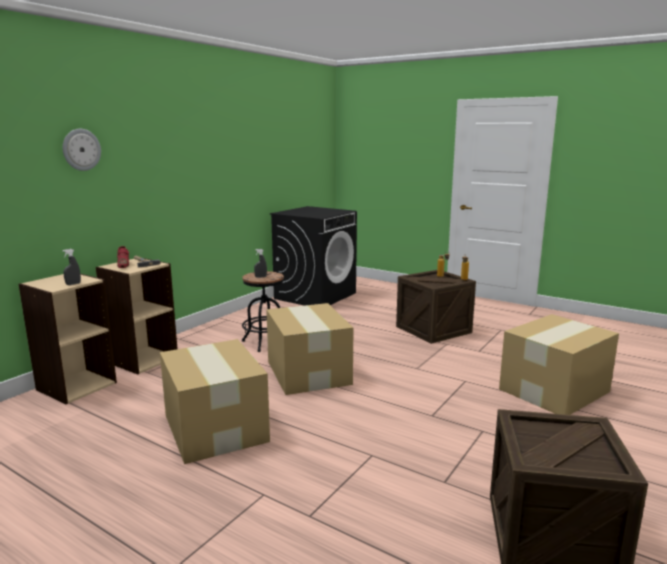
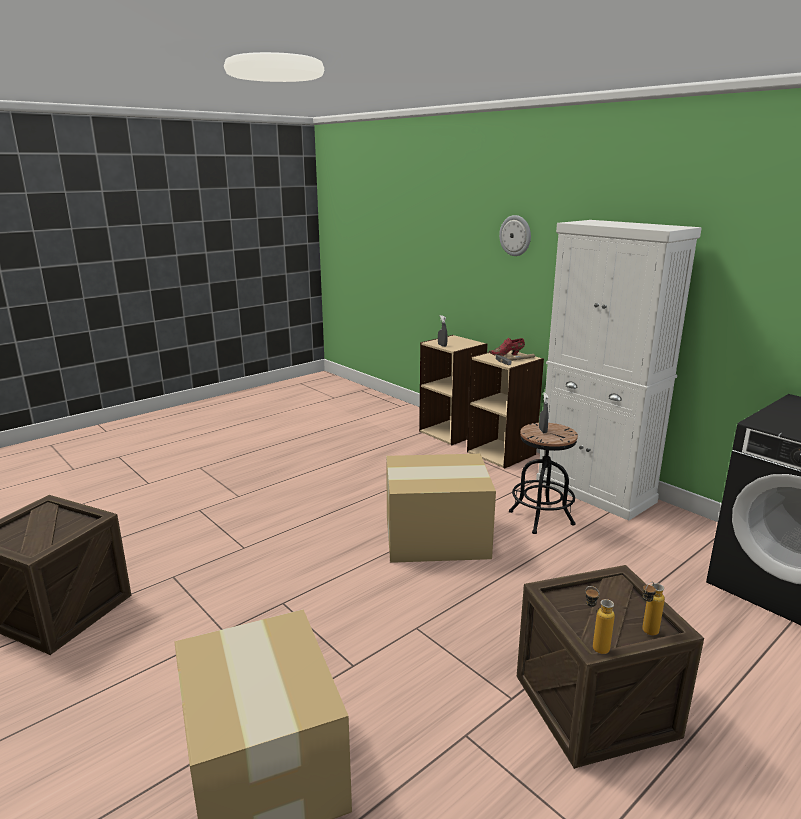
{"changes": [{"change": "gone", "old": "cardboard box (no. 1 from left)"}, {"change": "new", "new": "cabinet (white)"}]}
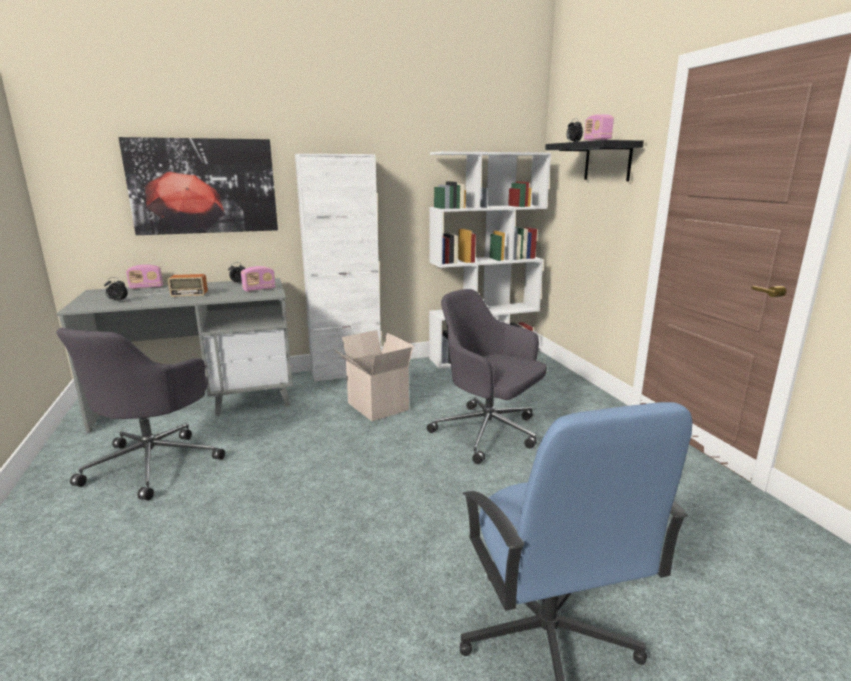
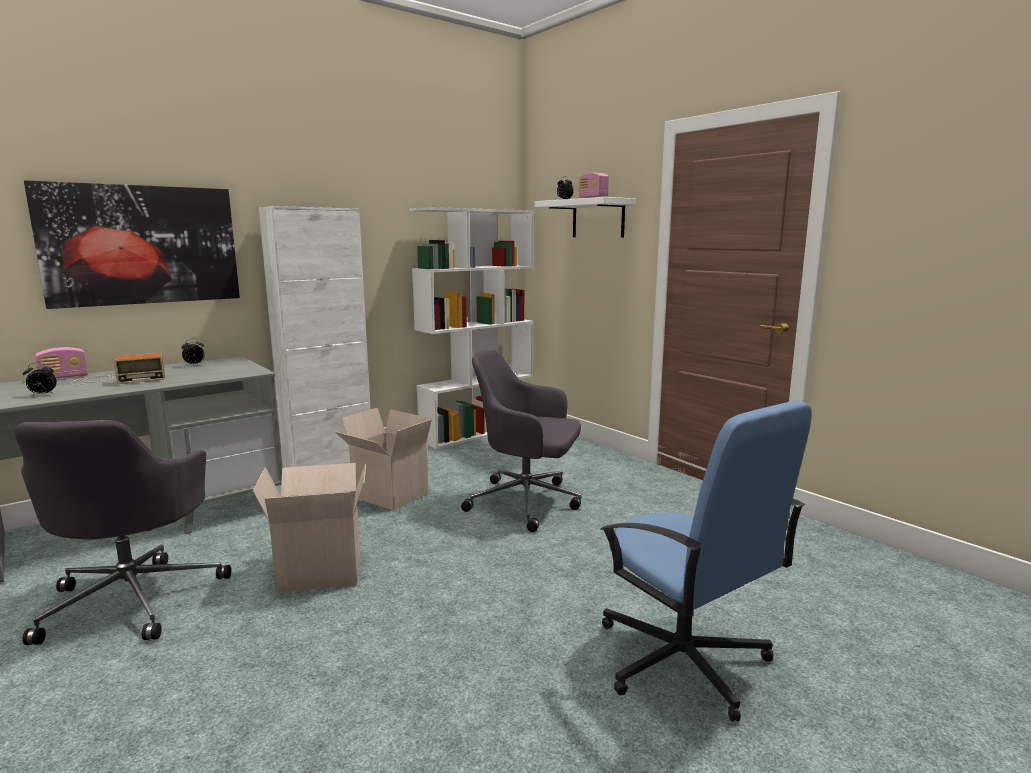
{"changes": [{"change": "repainted", "old": "shelf (black)", "new": "shelf (white)"}, {"change": "gone", "old": "radio (no. 3 from left)"}, {"change": "new", "new": "cardboard box (no. 1 from left)"}]}
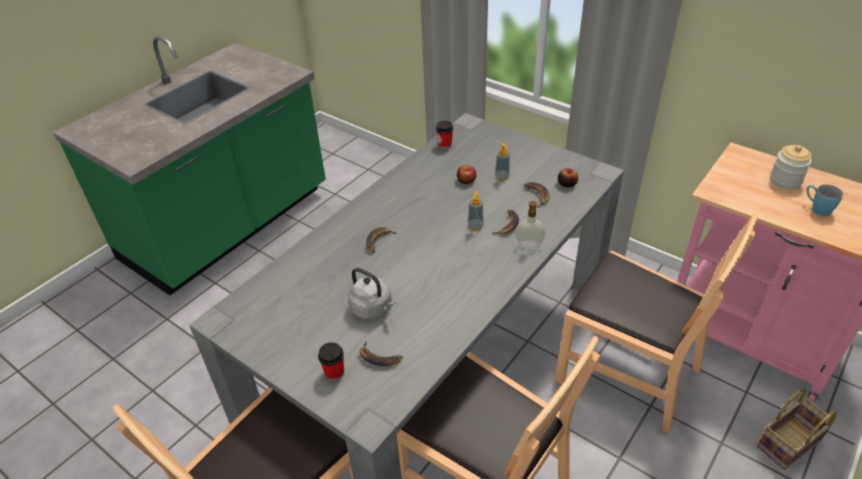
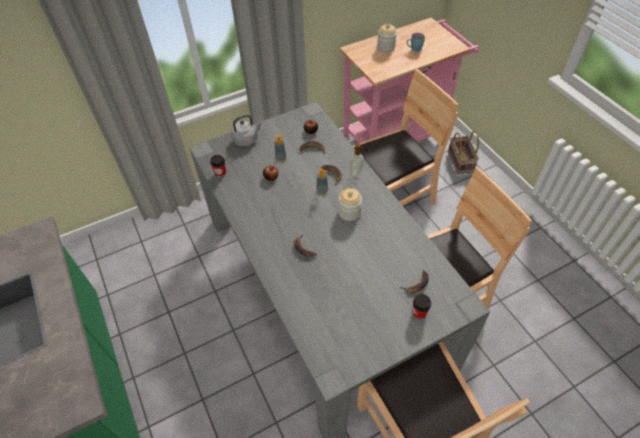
{"changes": [{"change": "shifted", "old": "kettle (grey)"}, {"change": "new", "new": "jar (no. 1 from left)"}]}
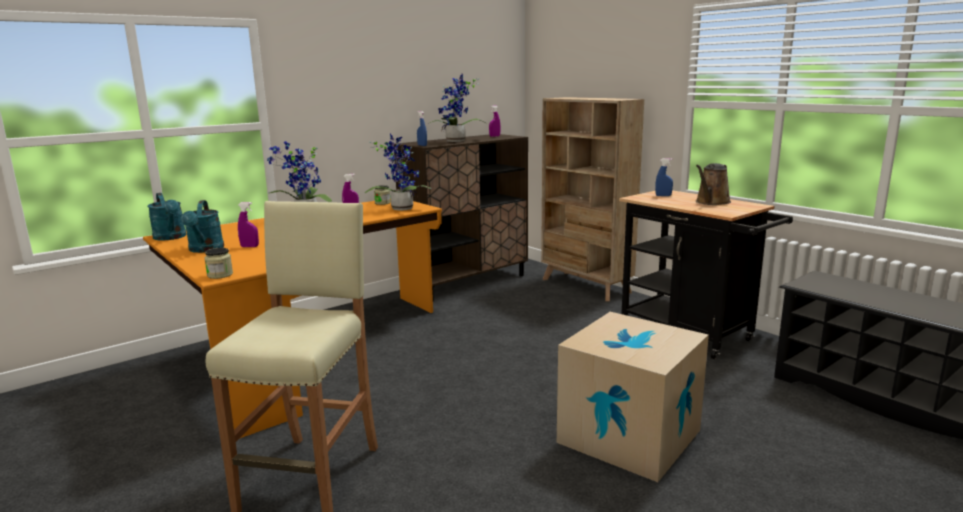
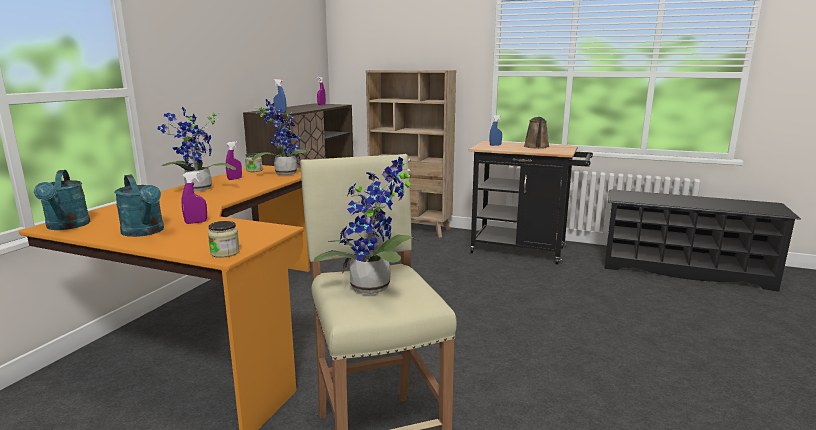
{"changes": [{"change": "shifted", "old": "potted plant (no. 3 from left)"}, {"change": "rotated", "old": "watering can (turquoise) (no. 1 from left)", "degrees": 45}, {"change": "gone", "old": "cardboard box"}]}
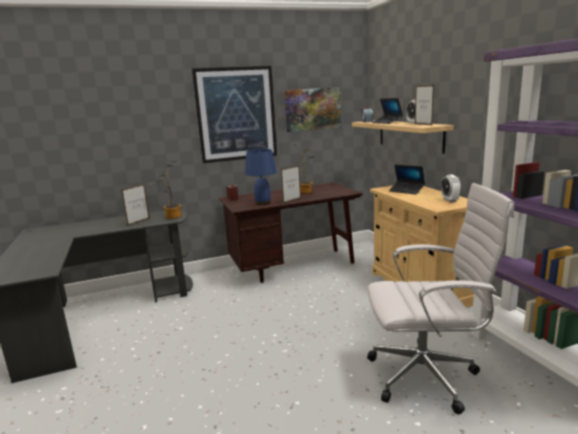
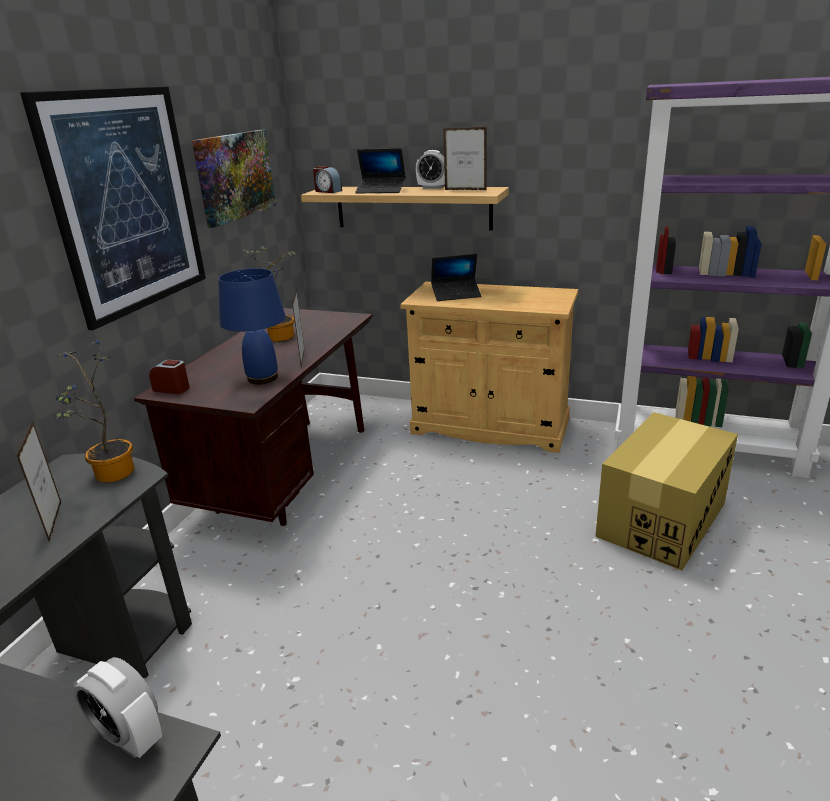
{"changes": [{"change": "shifted", "old": "alarm clock (no. 4 from left in the first image)", "new": "alarm clock (no. 1 from left)"}, {"change": "swapped", "old": "office chair (white)", "new": "cardboard box"}]}
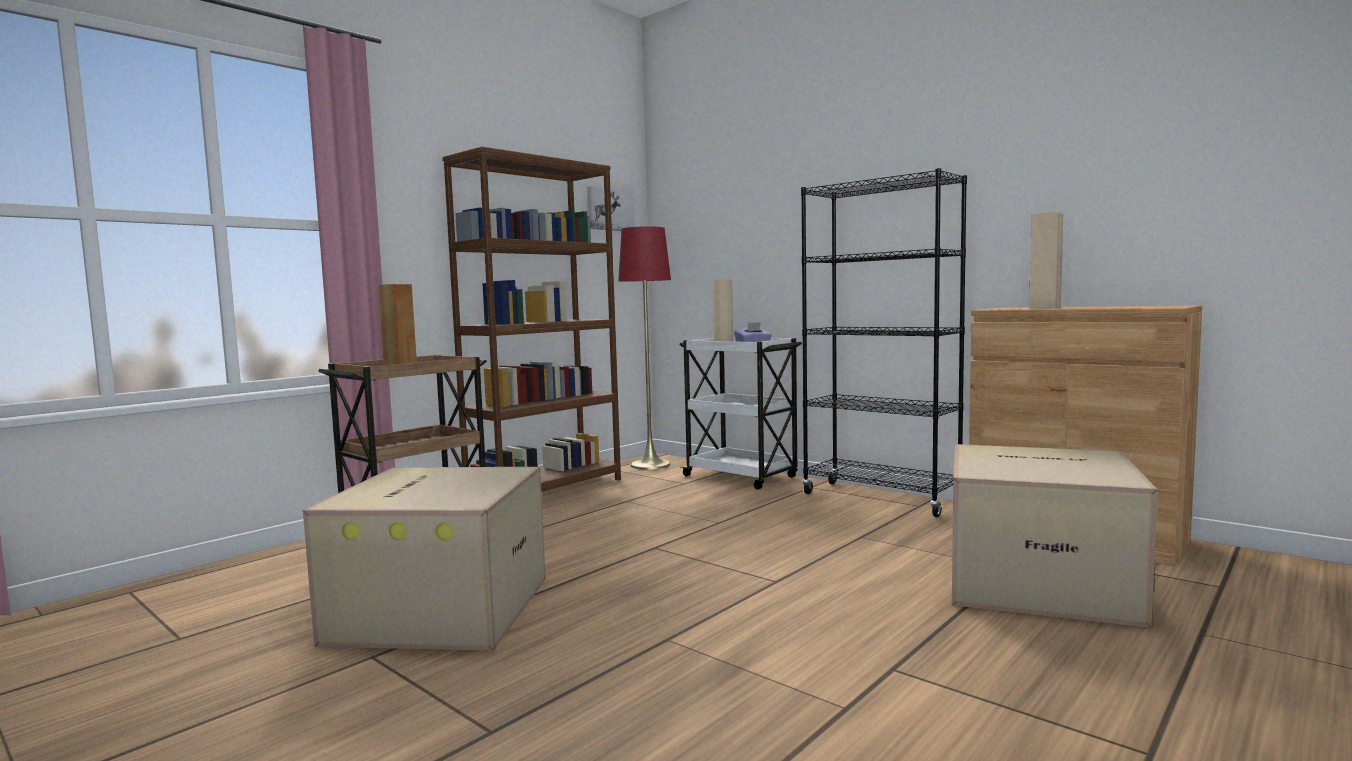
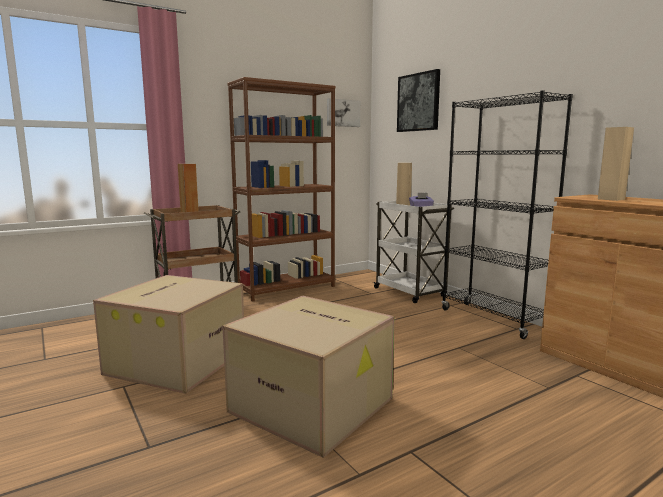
{"changes": [{"change": "gone", "old": "floor lamp (red)"}, {"change": "shifted", "old": "cardboard box (no. 2 from left)"}, {"change": "new", "new": "picture (no. 2 from left)"}]}
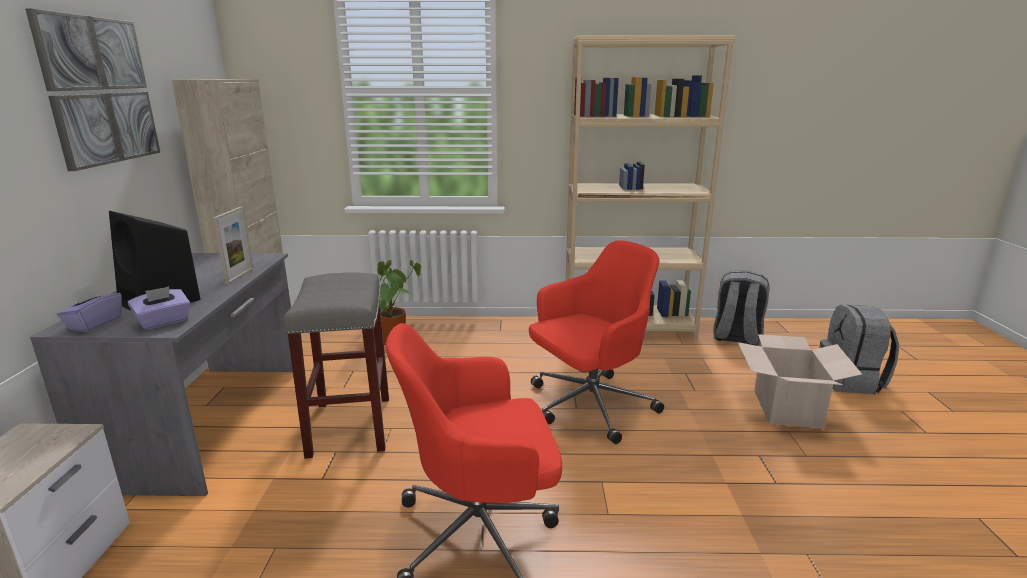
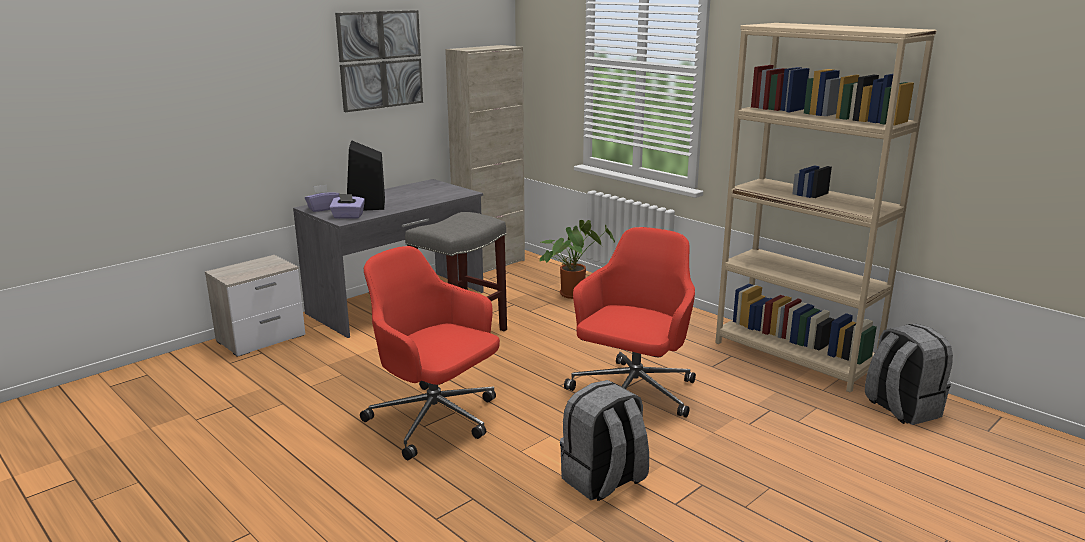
{"changes": [{"change": "gone", "old": "picture frame"}, {"change": "rotated", "old": "office chair (red) (no. 2 from left)", "degrees": -75}, {"change": "shifted", "old": "backpack (grey) (no. 2 from left in the first image)", "new": "backpack (grey) (no. 1 from left)"}, {"change": "gone", "old": "cardboard box"}]}
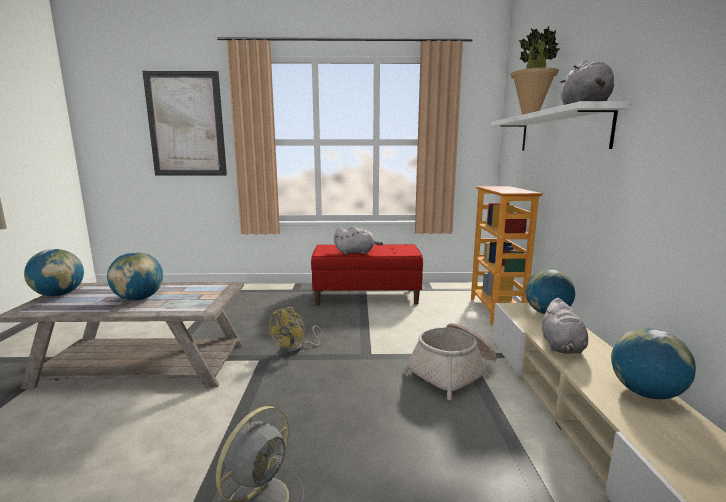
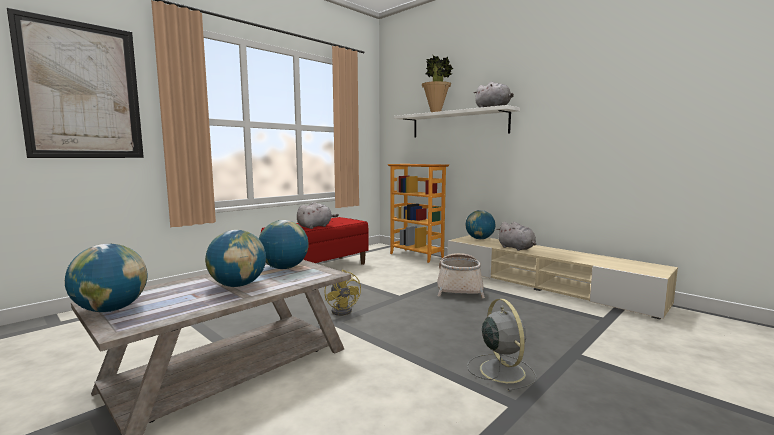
{"changes": [{"change": "shifted", "old": "globe (no. 4 from left in the first image)", "new": "globe (no. 3 from left)"}]}
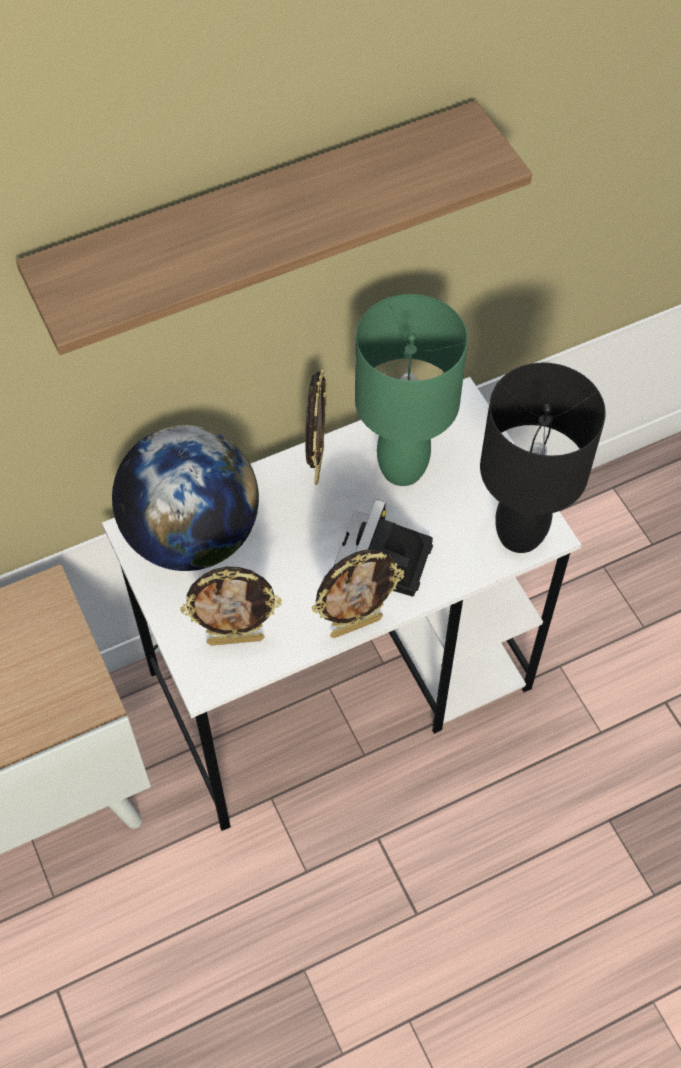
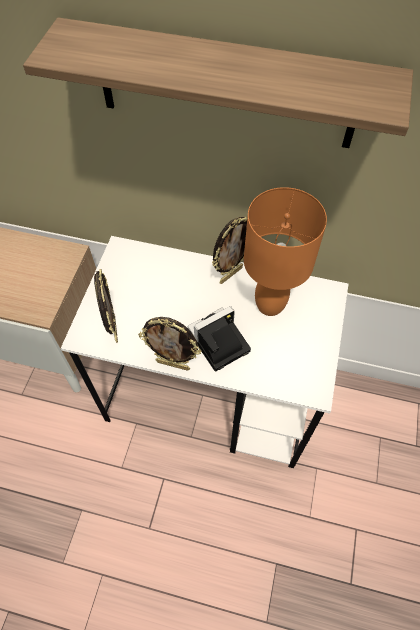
{"changes": [{"change": "repainted", "old": "table lamp (green)", "new": "table lamp (orange)"}, {"change": "gone", "old": "table lamp (black)"}, {"change": "gone", "old": "globe"}, {"change": "rotated", "old": "picture frame (no. 1 from left)", "degrees": -135}]}
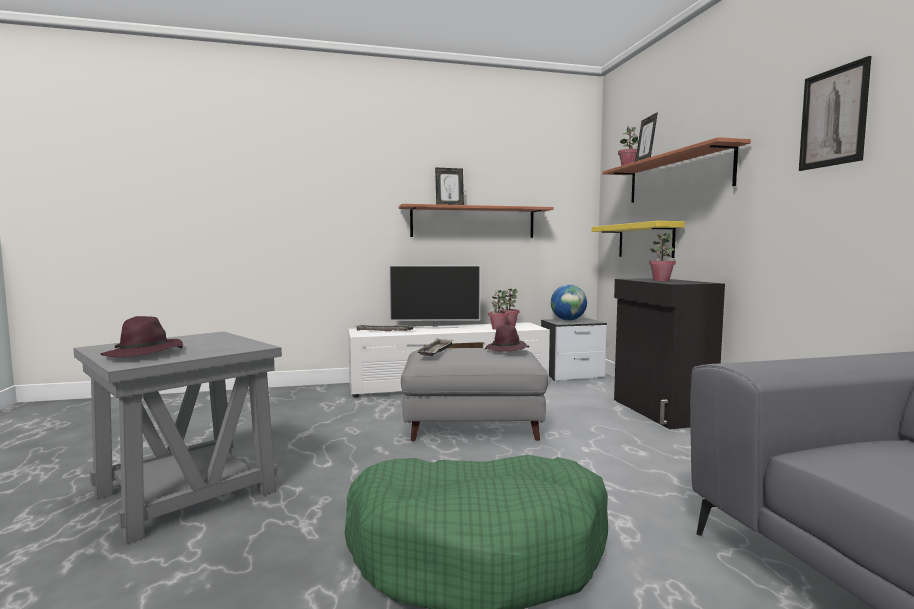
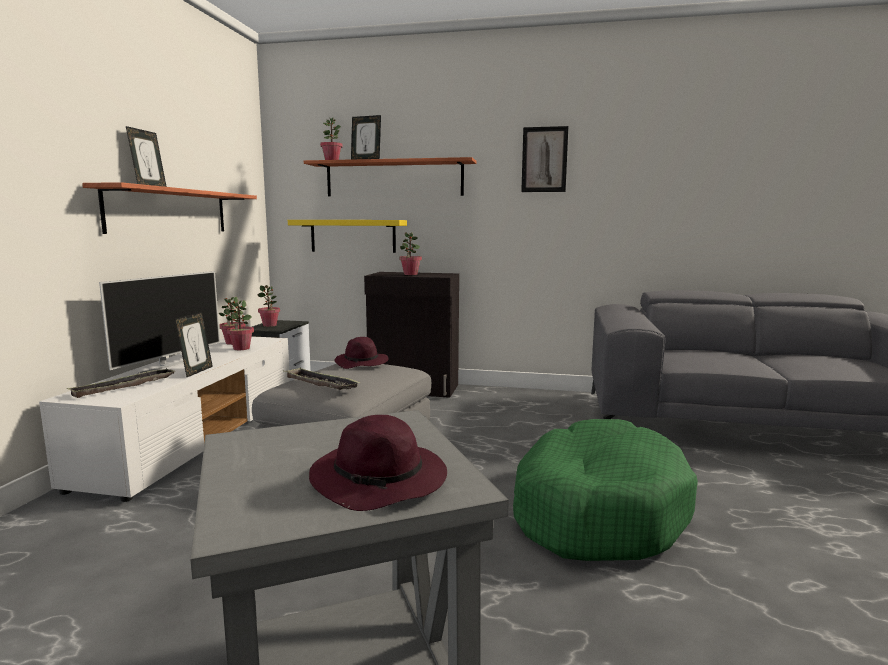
{"changes": [{"change": "swapped", "old": "globe", "new": "potted plant (no. 3 from left)"}, {"change": "new", "new": "picture frame (no. 2 from left)"}]}
